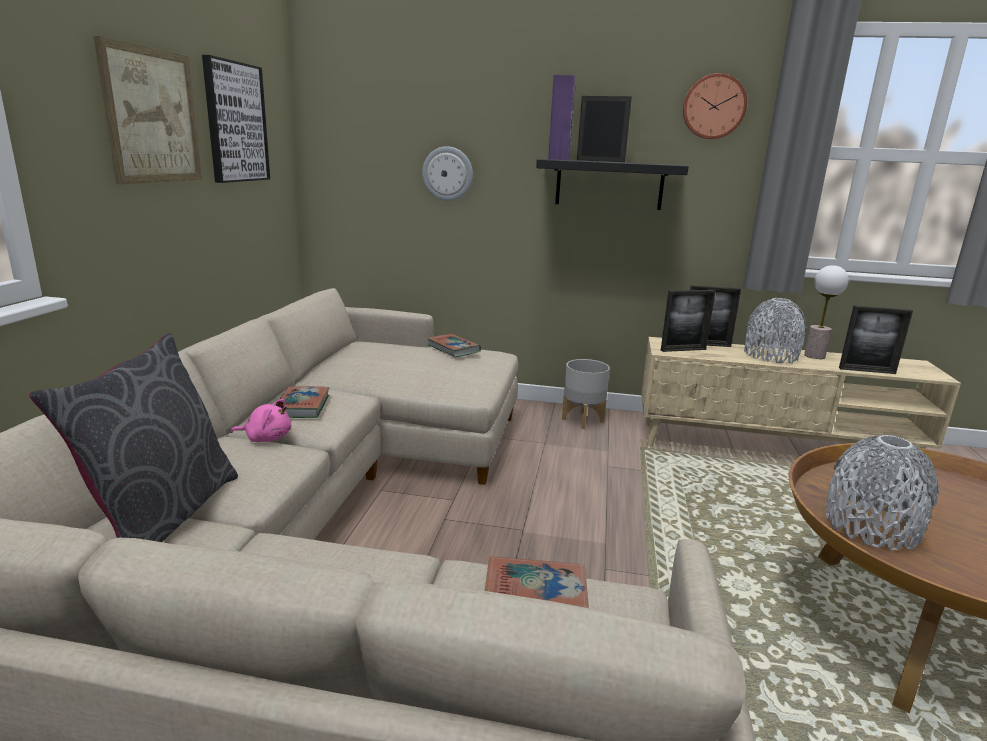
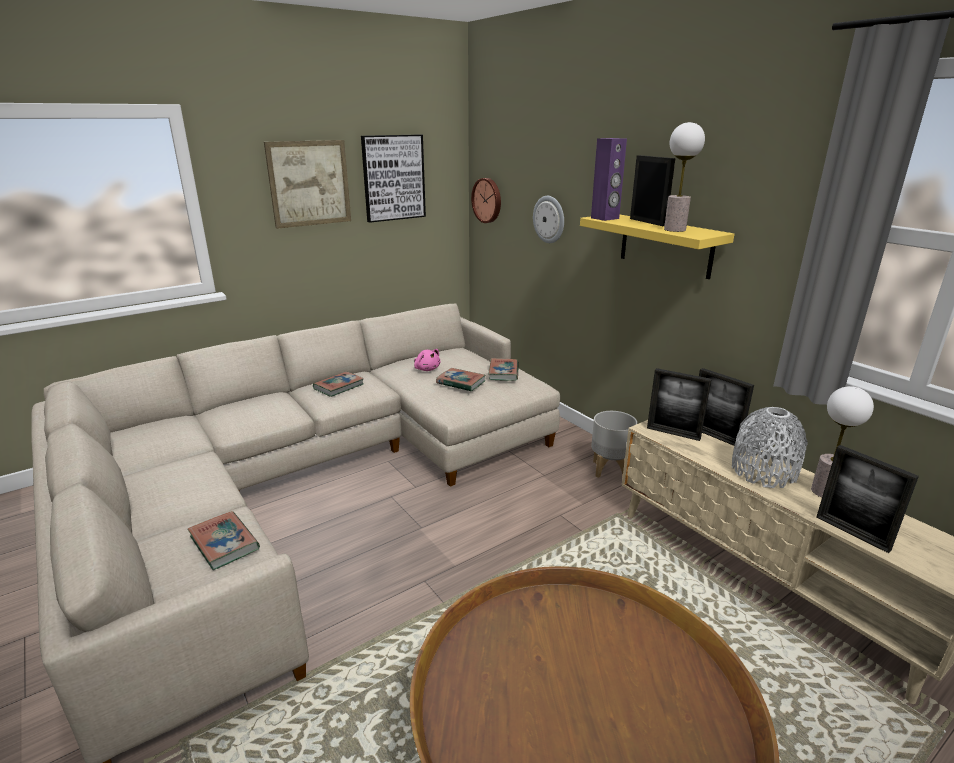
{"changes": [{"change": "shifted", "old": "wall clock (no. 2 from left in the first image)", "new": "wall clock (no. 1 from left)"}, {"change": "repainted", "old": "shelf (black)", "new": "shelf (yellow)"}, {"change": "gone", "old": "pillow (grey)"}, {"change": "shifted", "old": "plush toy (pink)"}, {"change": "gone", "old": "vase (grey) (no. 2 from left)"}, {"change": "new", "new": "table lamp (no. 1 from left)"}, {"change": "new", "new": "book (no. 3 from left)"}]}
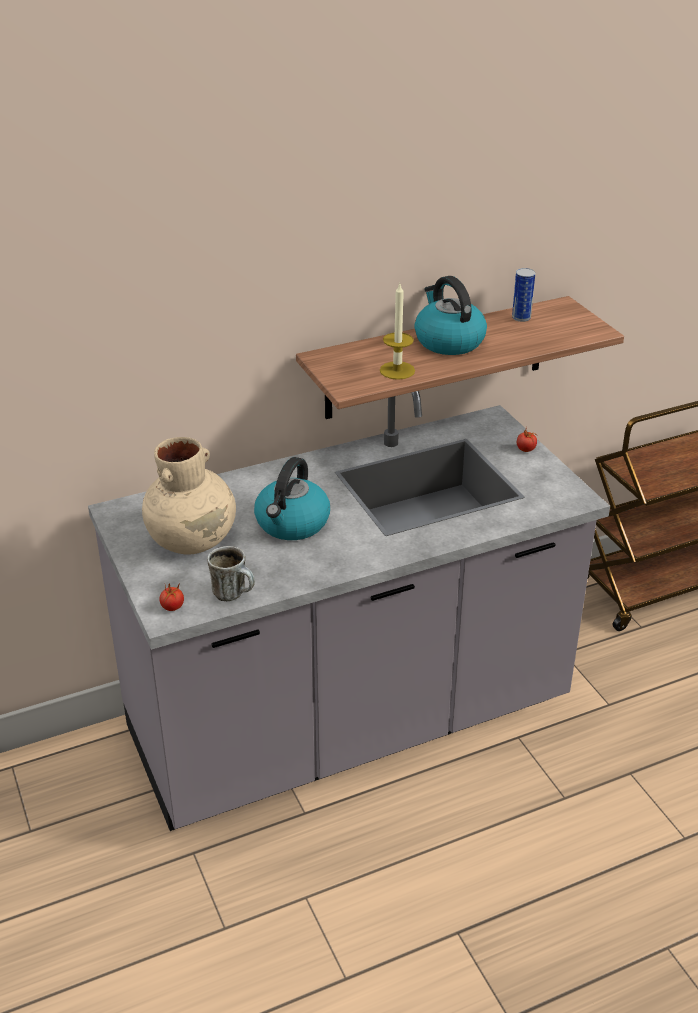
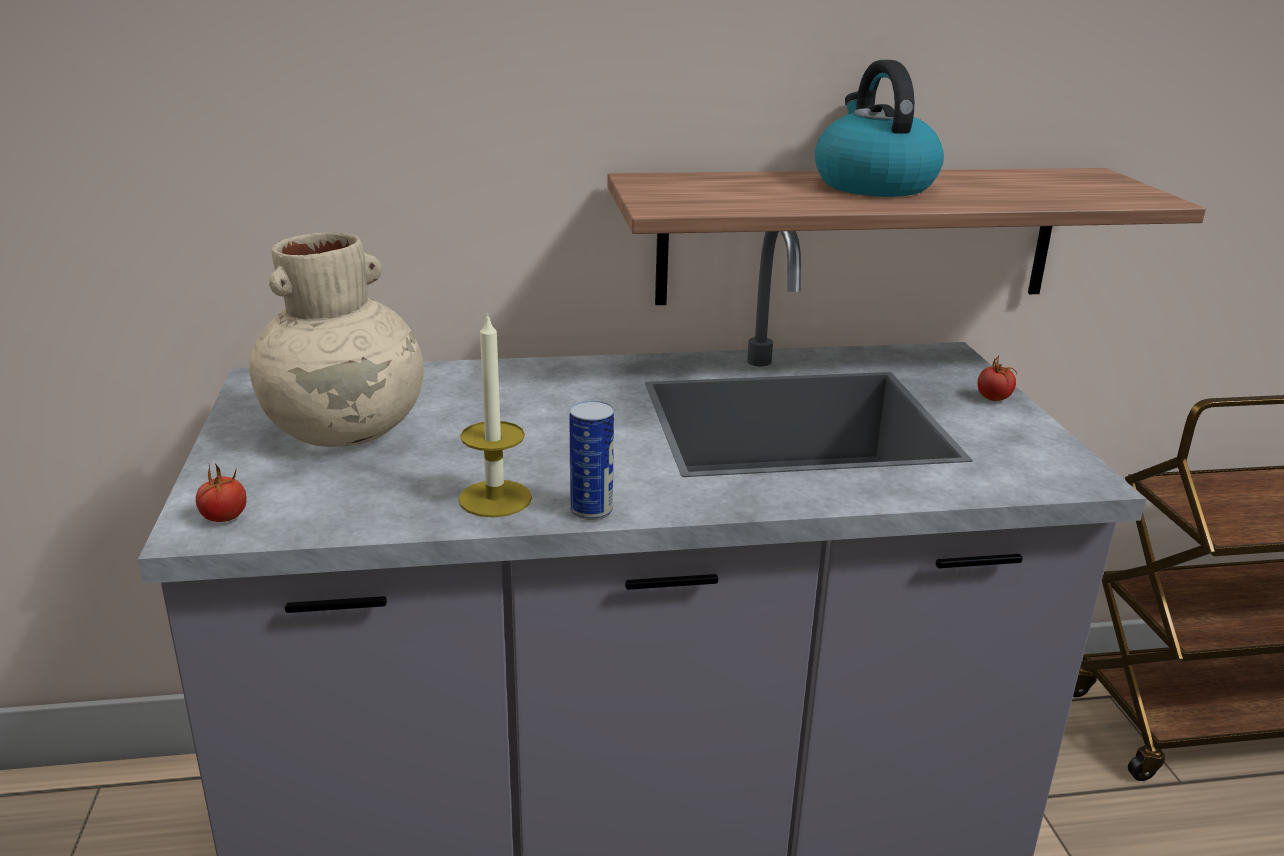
{"changes": [{"change": "shifted", "old": "can"}, {"change": "shifted", "old": "candle"}, {"change": "gone", "old": "kettle (no. 1 from left)"}, {"change": "gone", "old": "mug"}]}
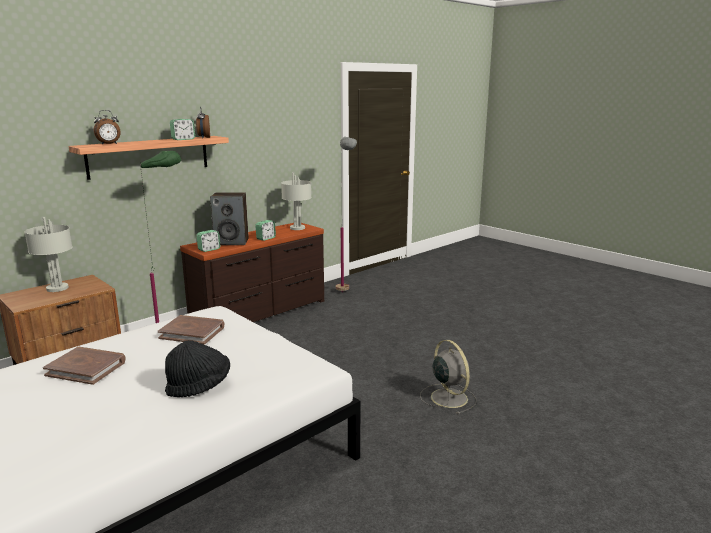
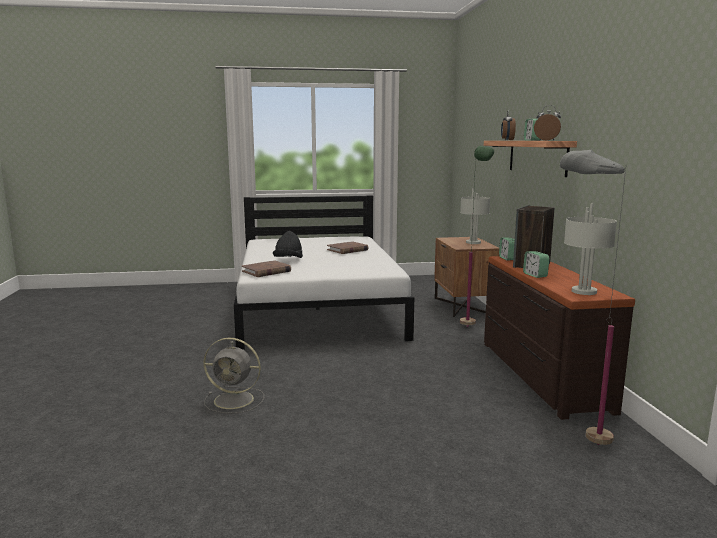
{"changes": [{"change": "shifted", "old": "book (brown) (no. 2 from left in the first image)", "new": "book (brown) (no. 1 from left)"}]}
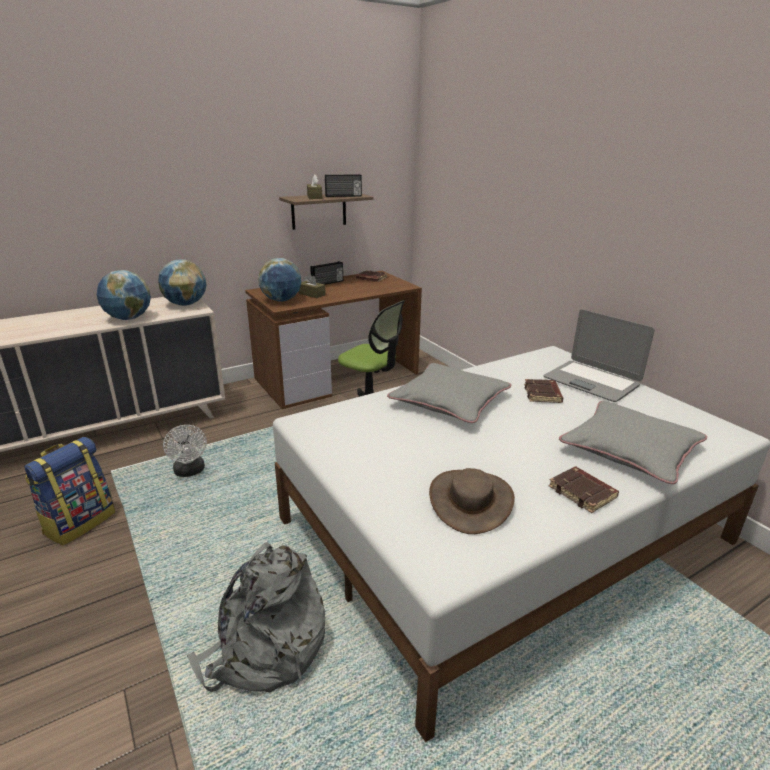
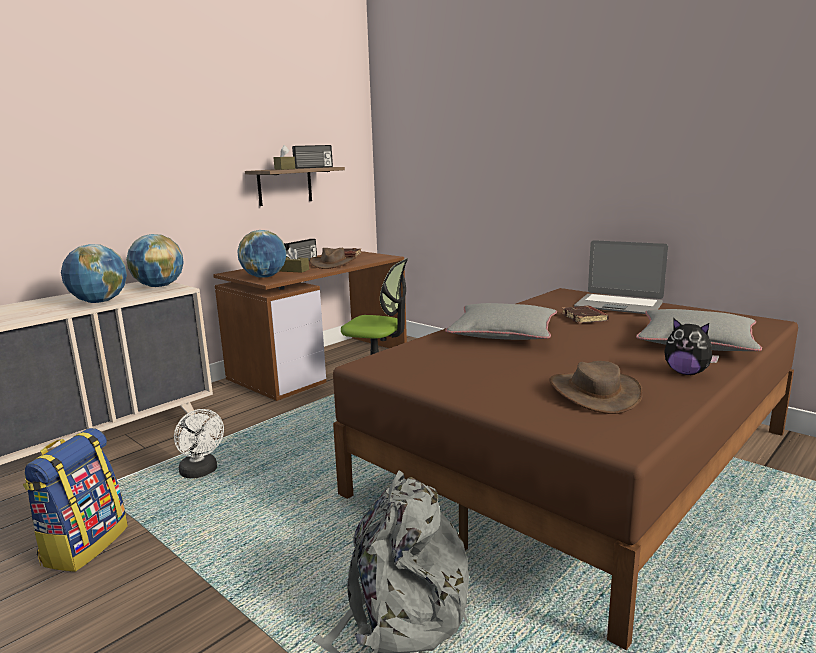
{"changes": [{"change": "repainted", "old": "bed (white)", "new": "bed (brown)"}, {"change": "swapped", "old": "book (brown) (no. 3 from left)", "new": "plush toy"}, {"change": "new", "new": "hat (brown) (no. 1 from left)"}]}
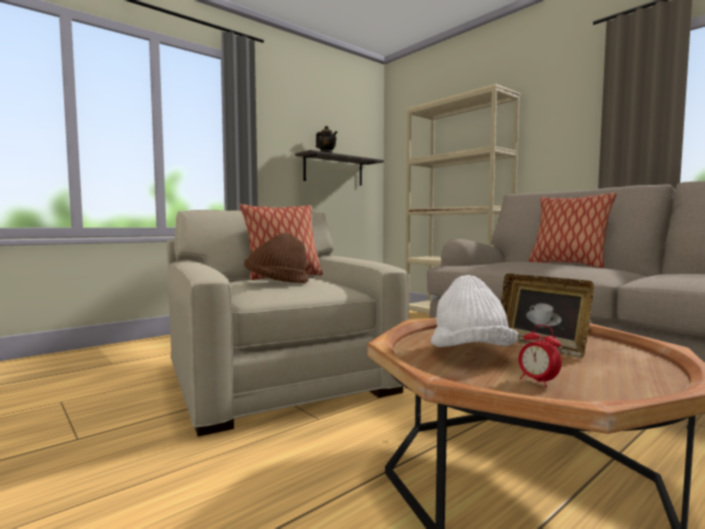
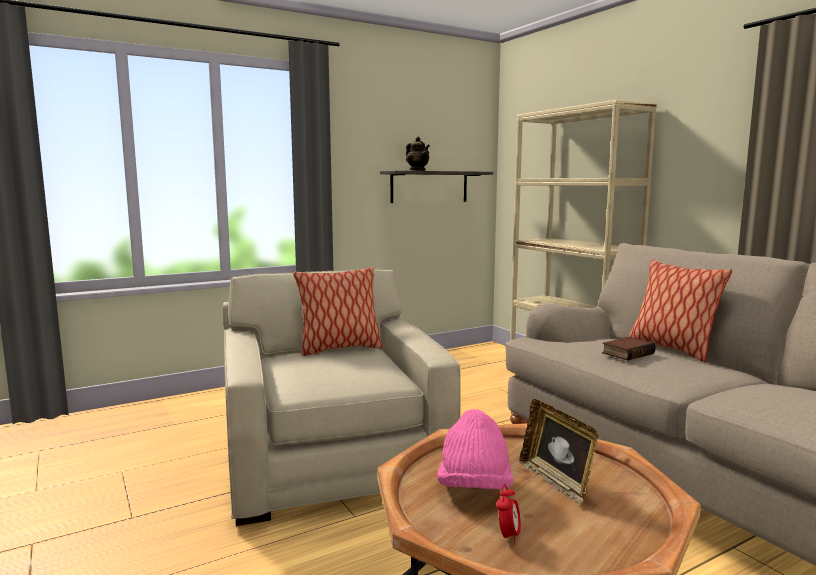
{"changes": [{"change": "gone", "old": "hat (brown)"}, {"change": "repainted", "old": "hat (white)", "new": "hat (pink)"}, {"change": "rotated", "old": "alarm clock", "degrees": -135}, {"change": "new", "new": "book"}]}
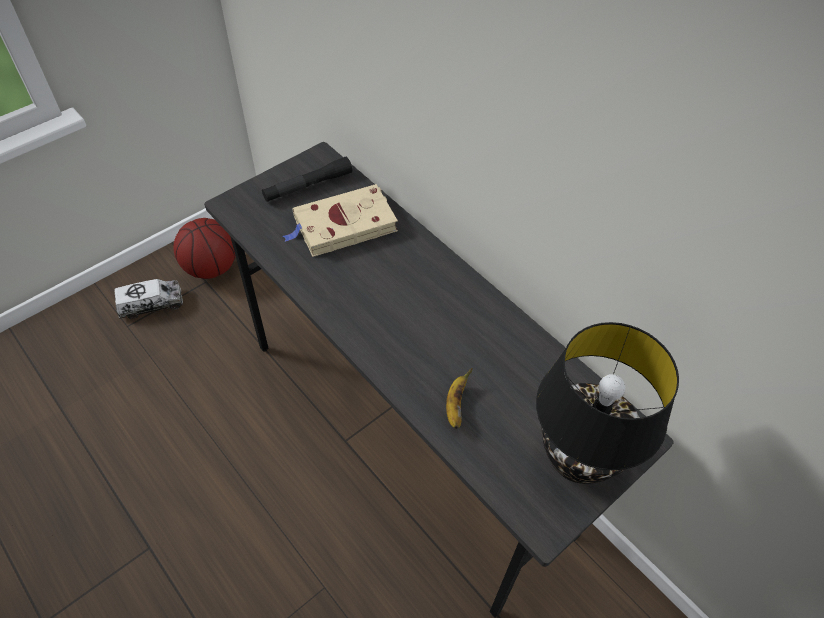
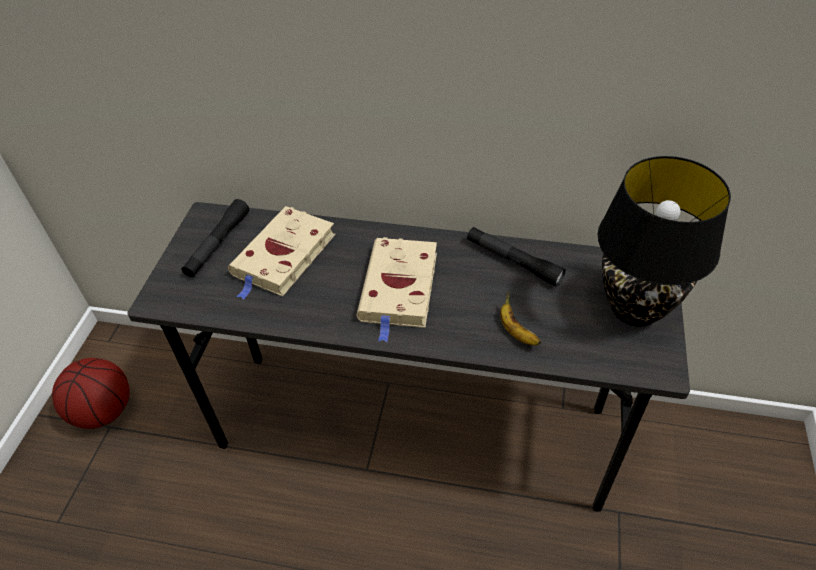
{"changes": [{"change": "gone", "old": "toy truck"}, {"change": "new", "new": "flashlight (black) (no. 2 from left)"}, {"change": "new", "new": "book (beige) (no. 2 from left)"}]}
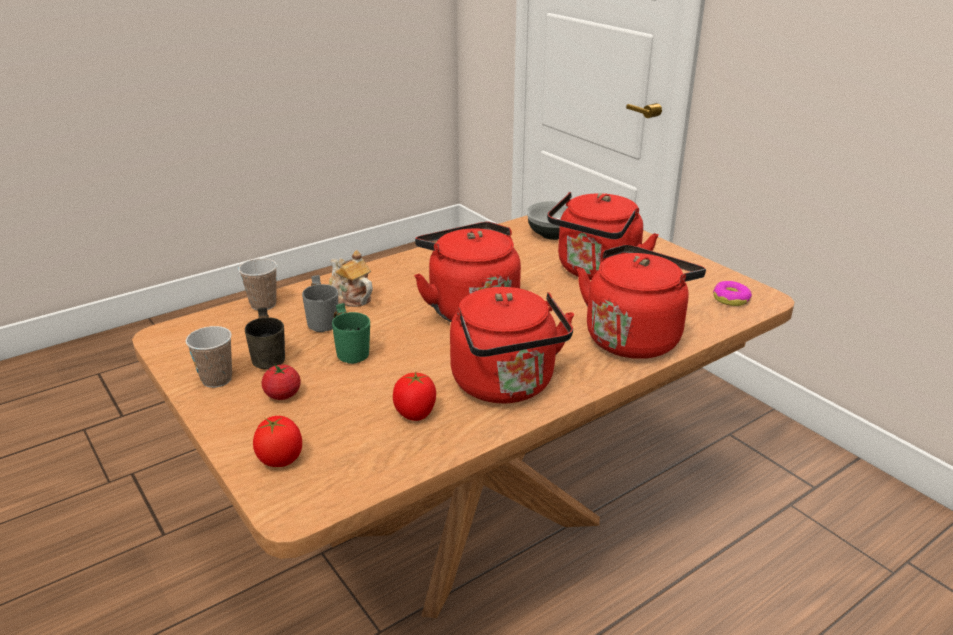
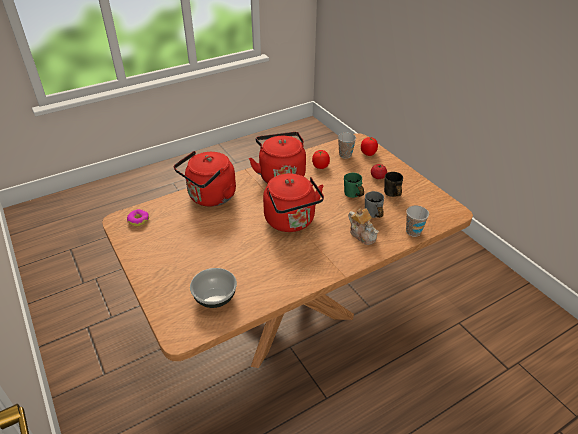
{"changes": [{"change": "gone", "old": "kettle (red) (no. 3 from left)"}, {"change": "shifted", "old": "cup (no. 1 from left)"}]}
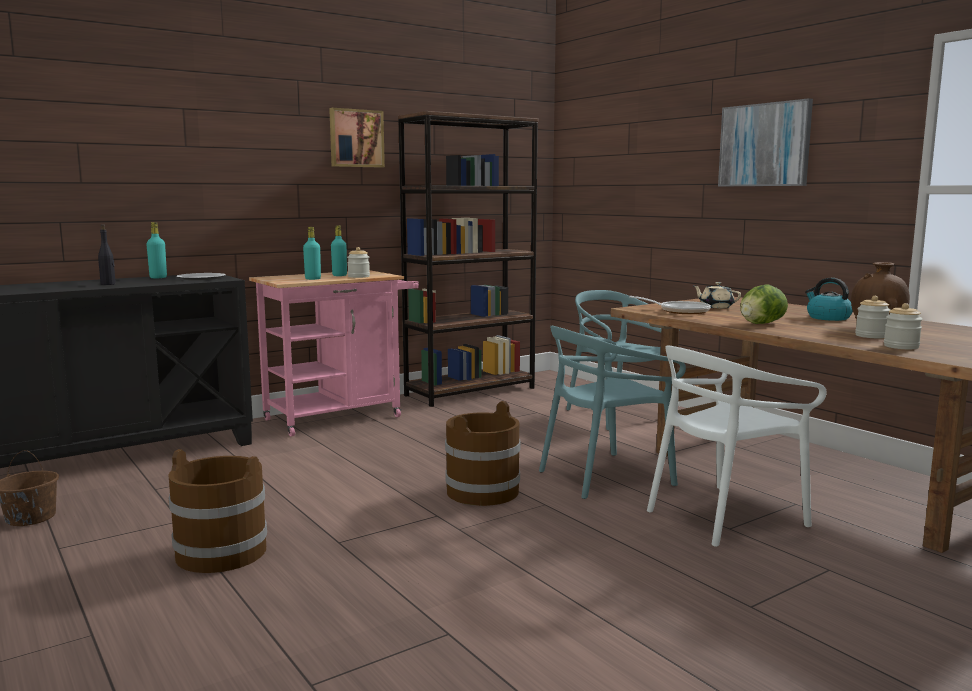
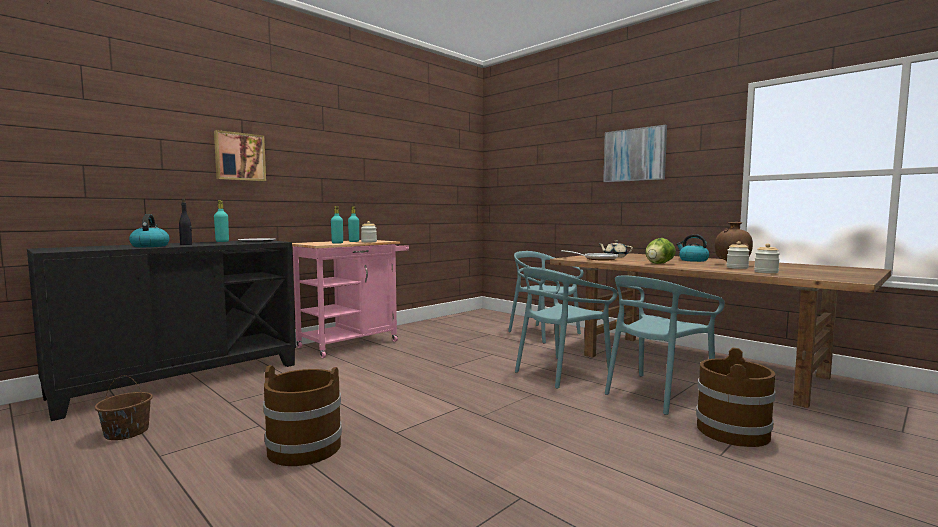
{"changes": [{"change": "shifted", "old": "picture (no. 1 from left)"}, {"change": "gone", "old": "bookcase (brown)"}, {"change": "repainted", "old": "chair (white)", "new": "chair (turquoise) (no. 3 from left)"}, {"change": "shifted", "old": "bucket (brown) (no. 3 from left)"}, {"change": "new", "new": "kettle (no. 1 from left)"}]}
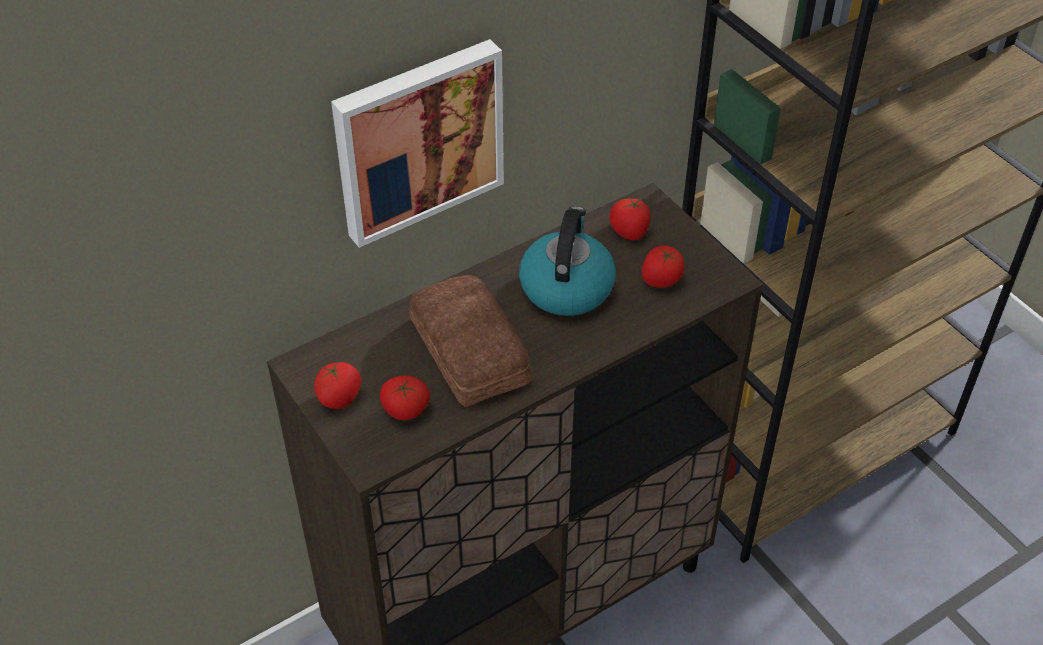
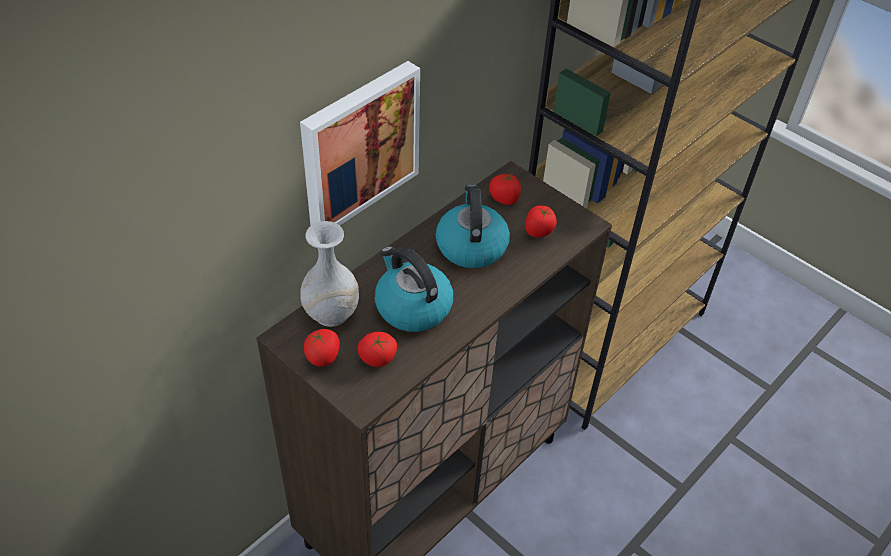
{"changes": [{"change": "swapped", "old": "bread", "new": "kettle (no. 1 from left)"}, {"change": "new", "new": "vase (white)"}]}
